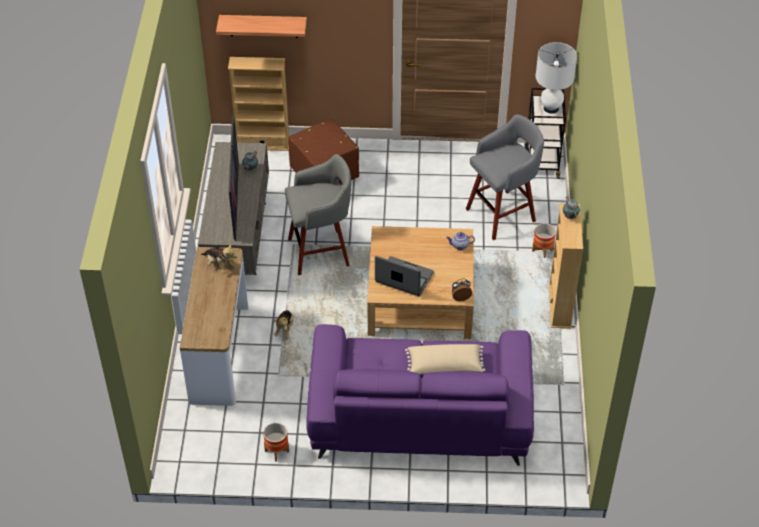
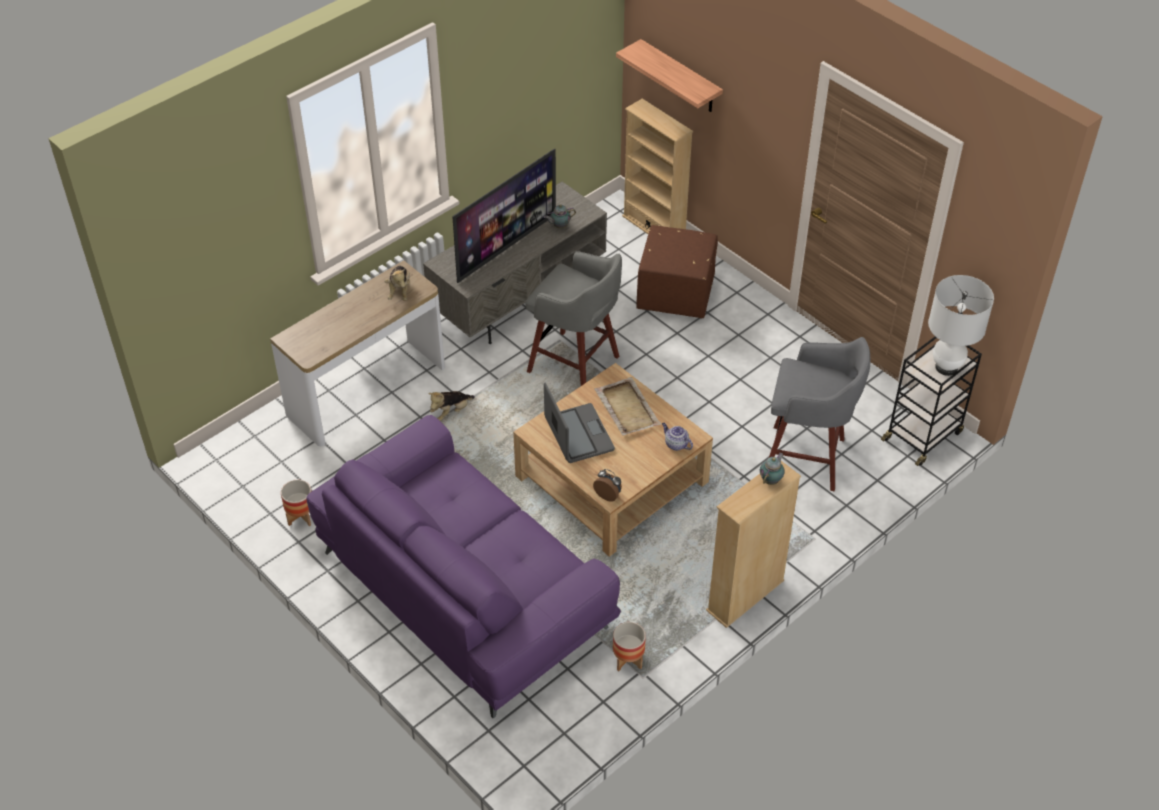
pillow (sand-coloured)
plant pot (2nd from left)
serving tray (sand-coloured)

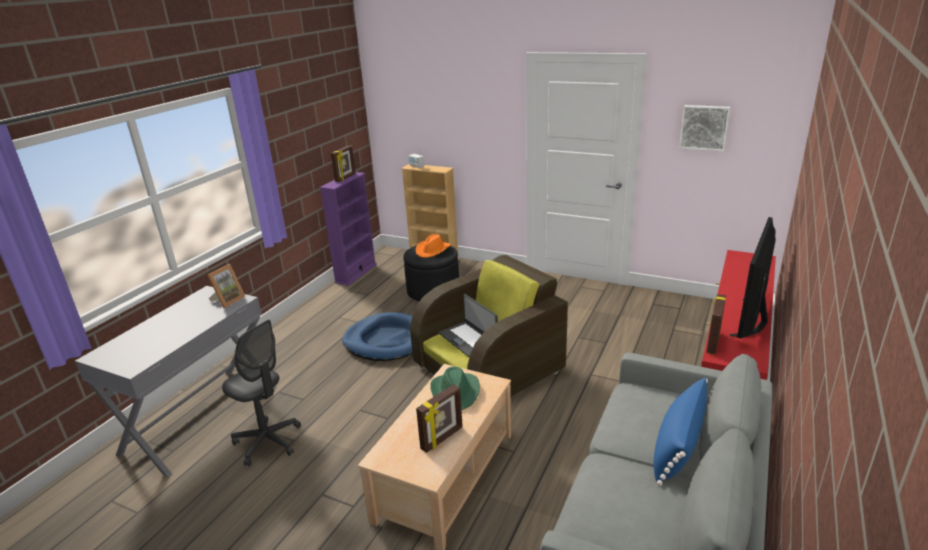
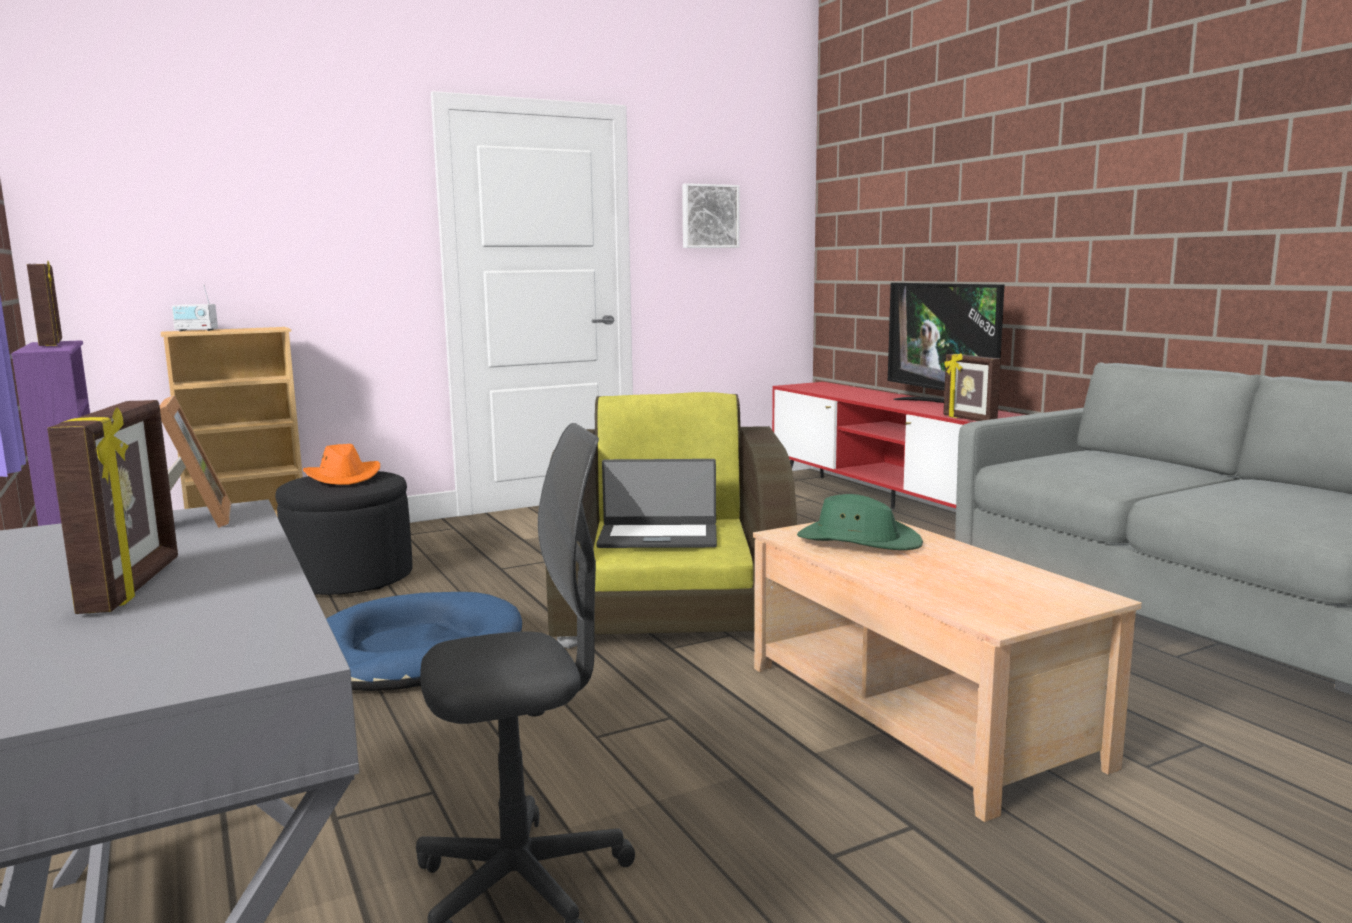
standing frame (2nd from left)
pillow (blue-coloured)

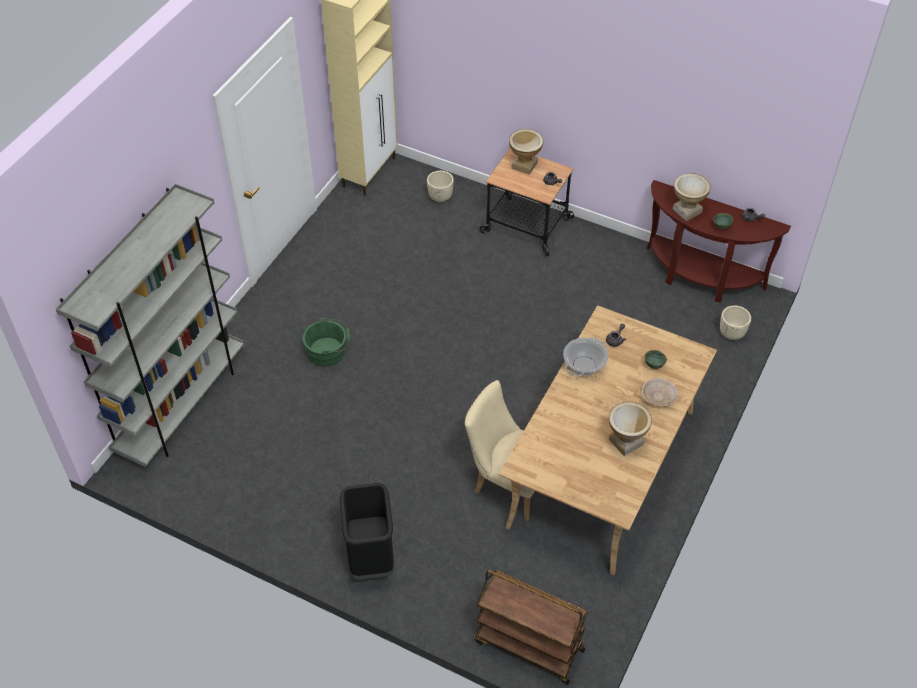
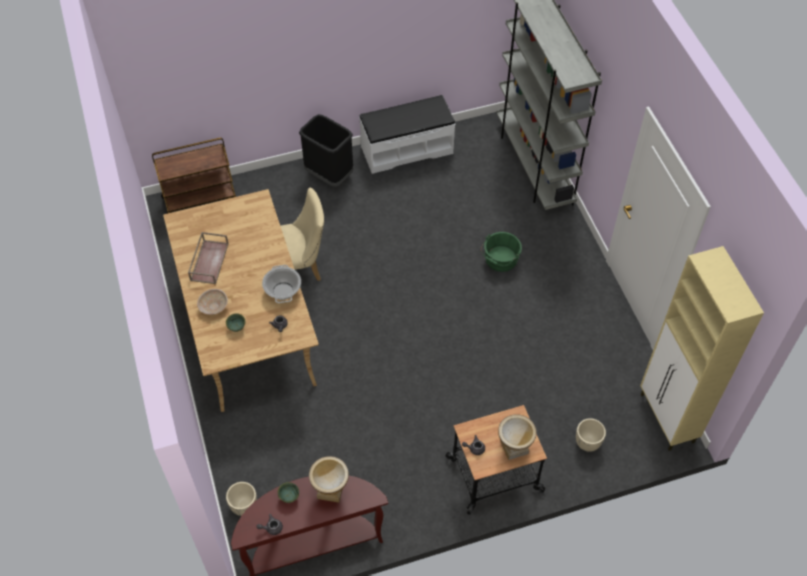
serving tray (brown-coloured)
long seat (whitish)

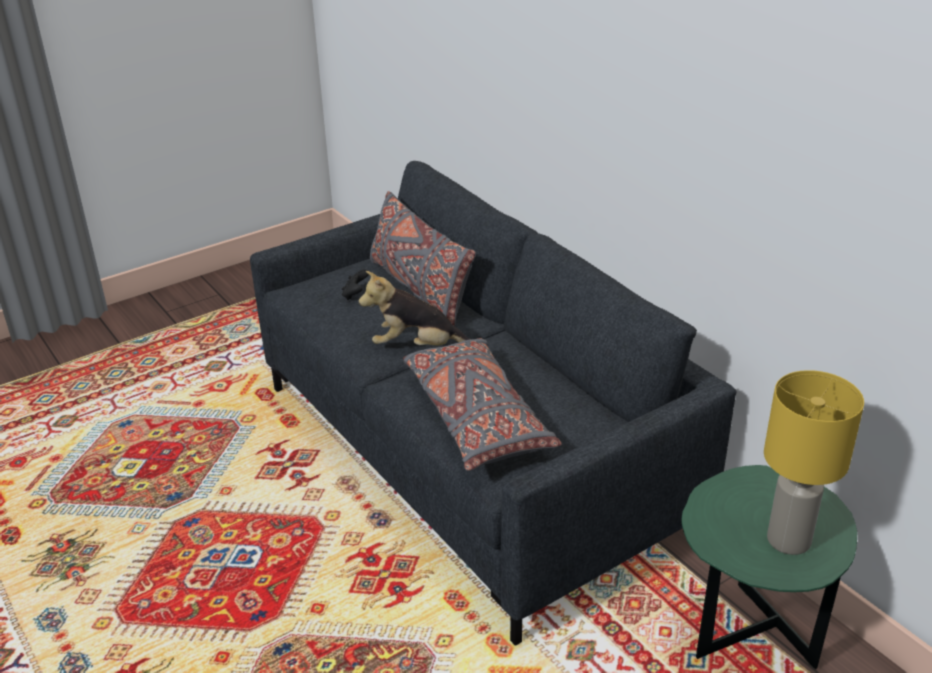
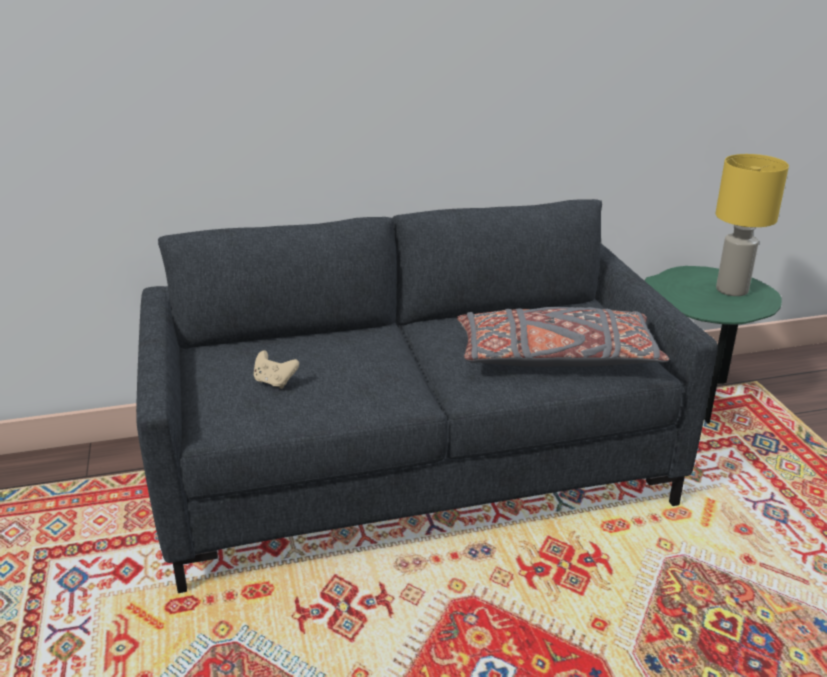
gamepad (sand-coloured)
soft toy
pillow (gray) (1st from left in the first image)

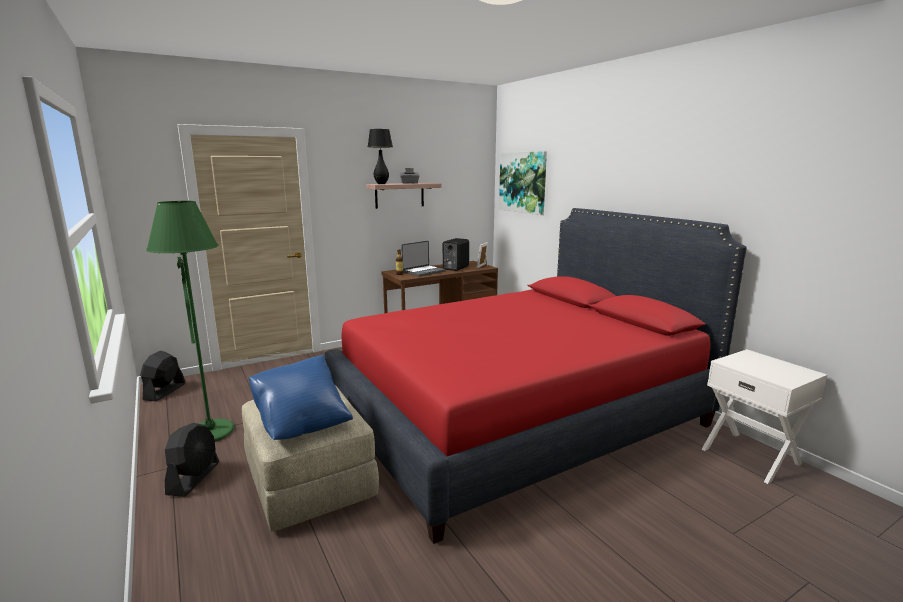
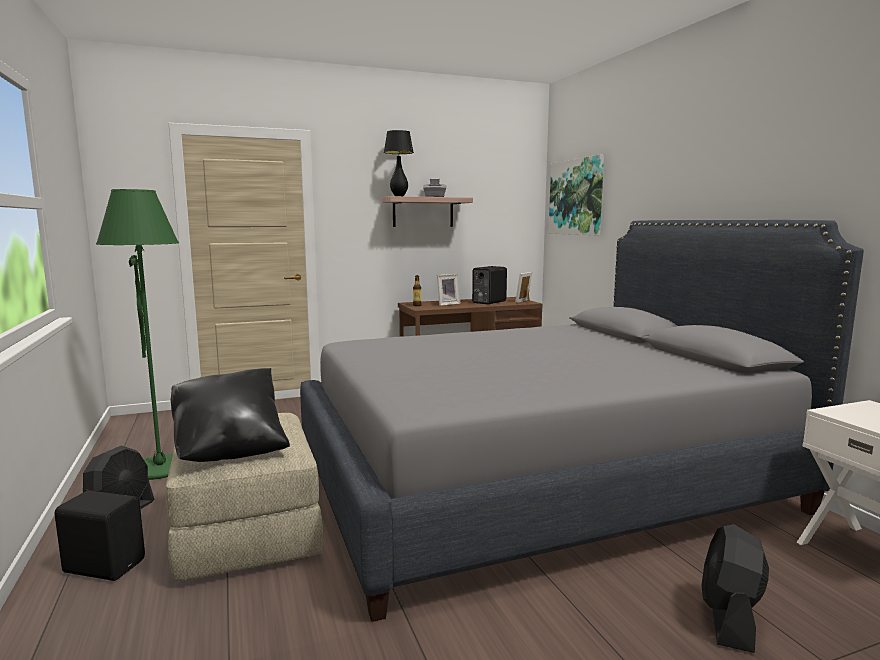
electric fan (blackish) (2nd from left)
pillow (blackish)
bedroom bed (gray)
standing frame (1st from left)
audio speaker (blackish) (1st from left)

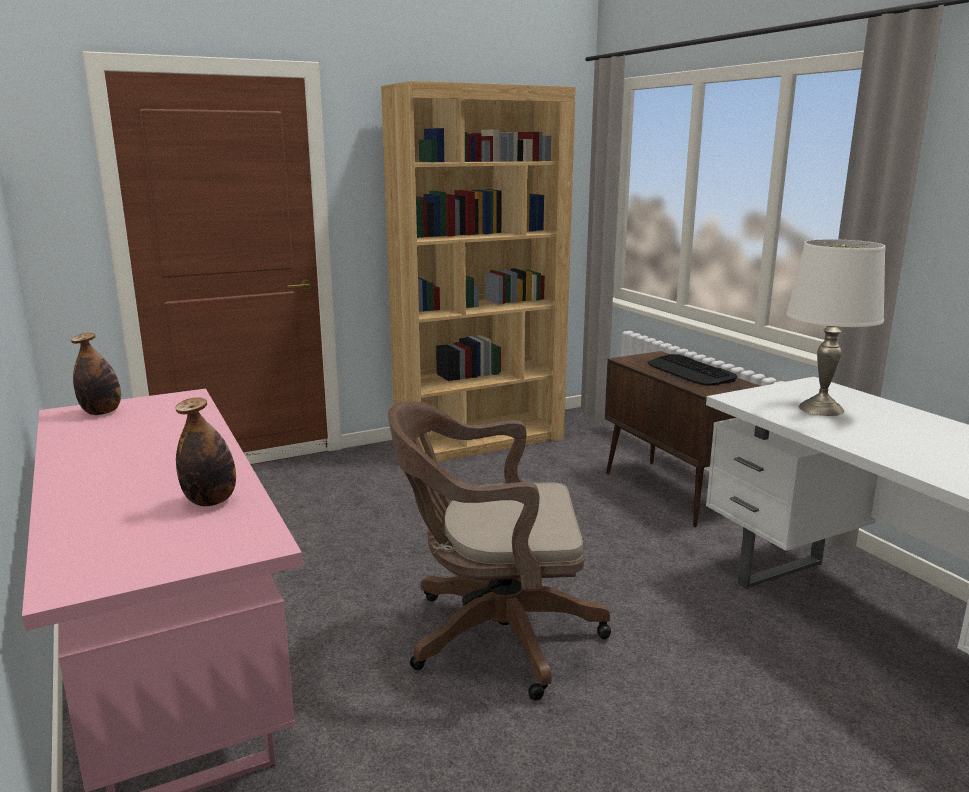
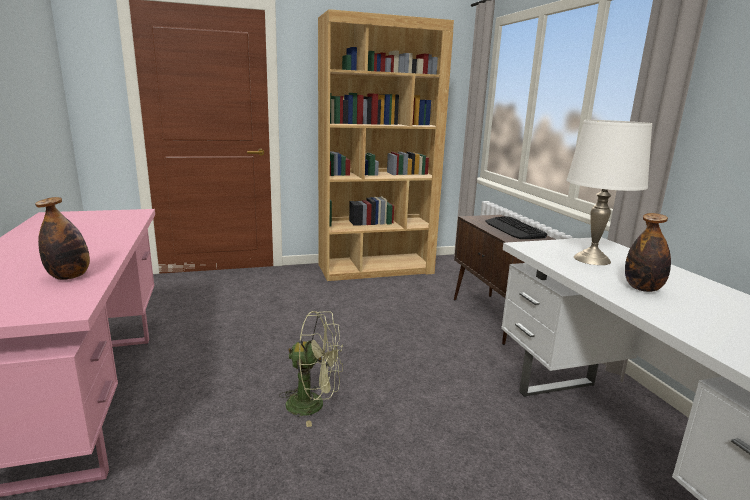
beverage bottle (2nd from left)
electric fan (green)

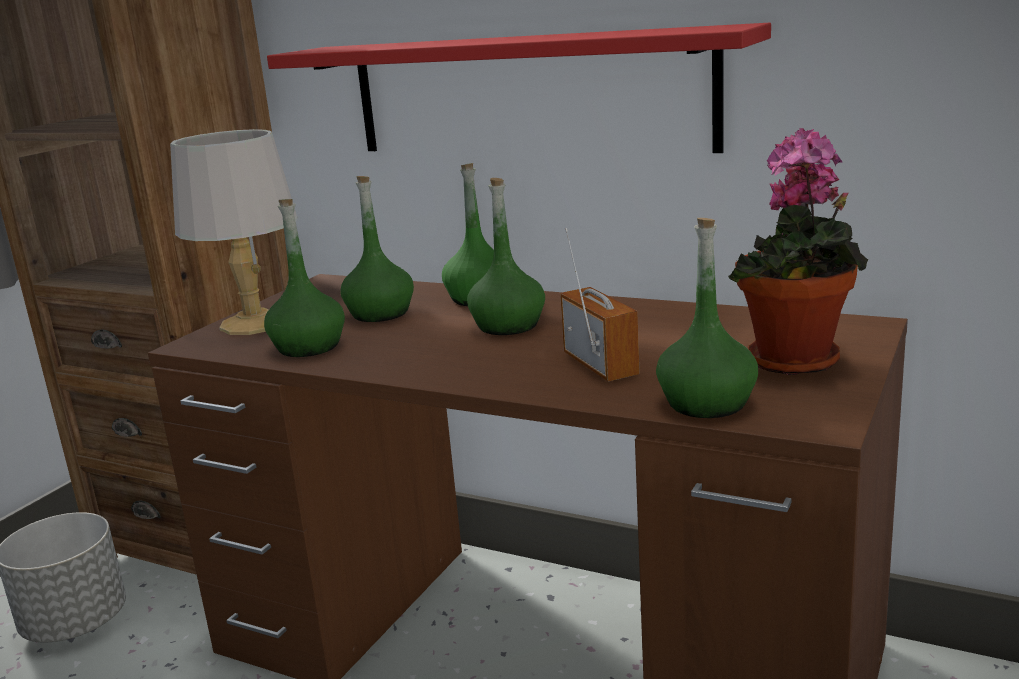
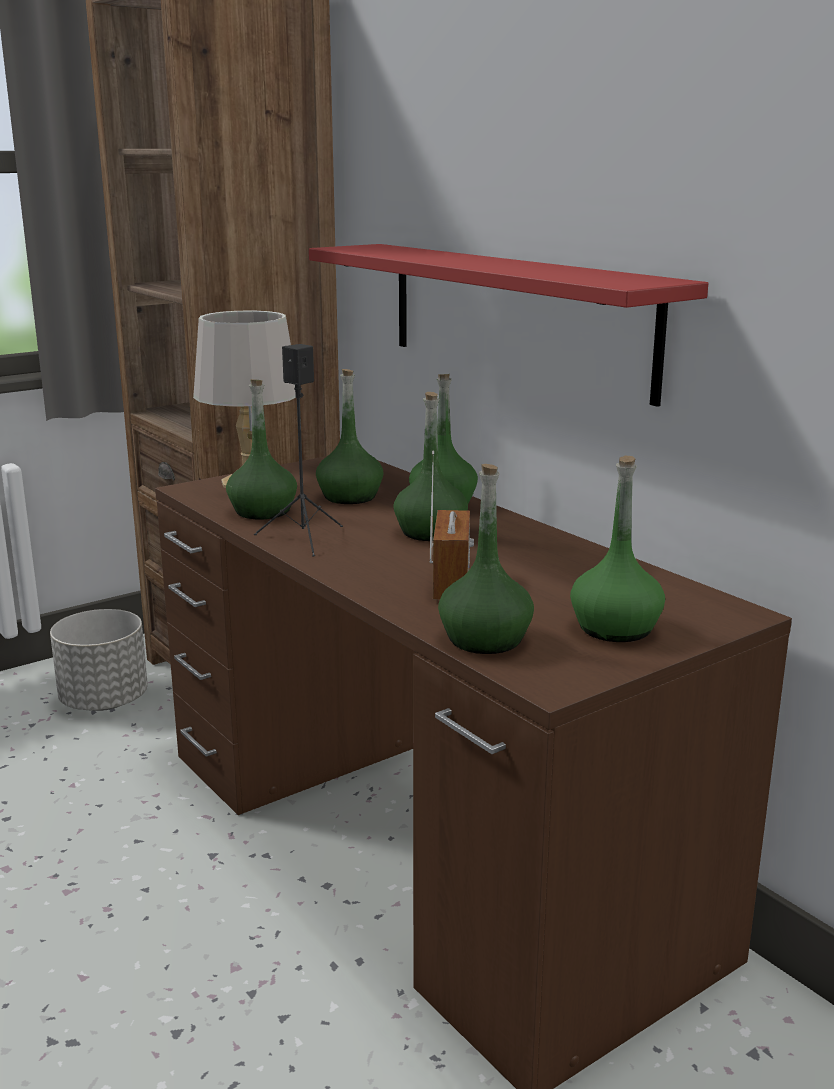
beverage bottle (green) (6th from left)
audio speaker (blackish)

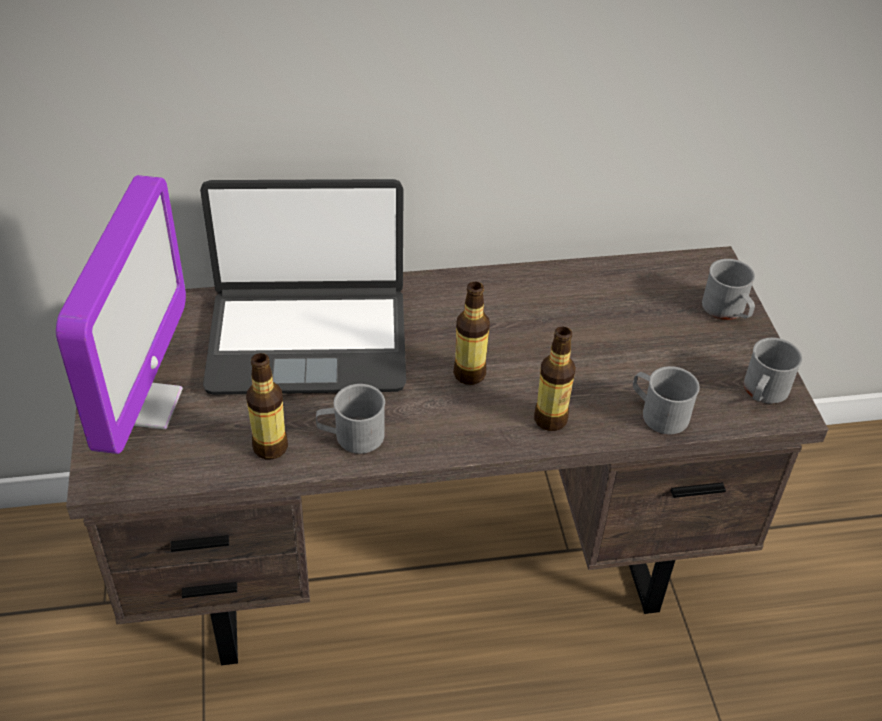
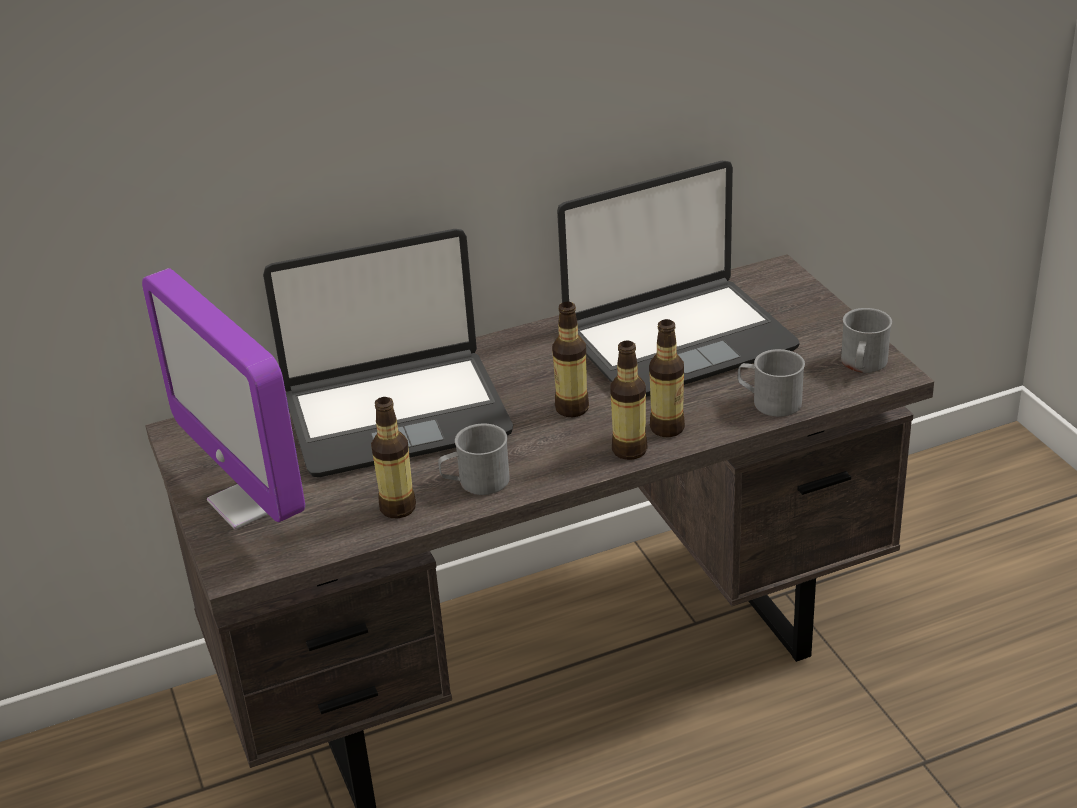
computer display
tea mug (gray) (3rd from left in the first image)
notebook computer (2nd from left)
beverage bottle (3rd from left)

